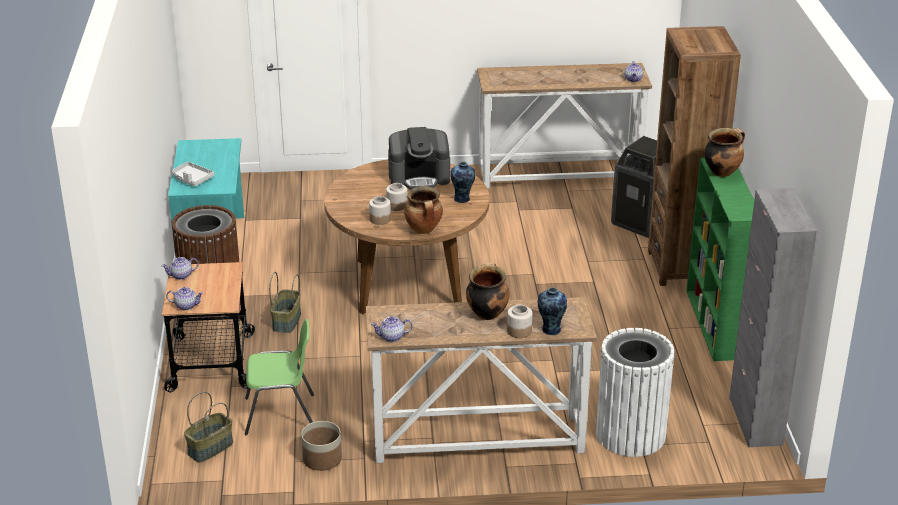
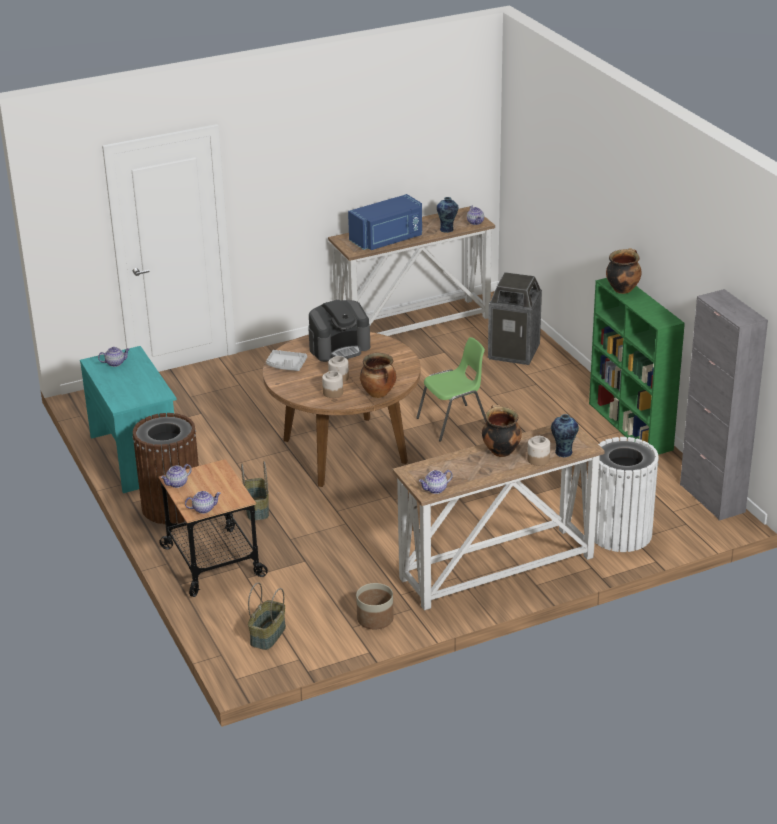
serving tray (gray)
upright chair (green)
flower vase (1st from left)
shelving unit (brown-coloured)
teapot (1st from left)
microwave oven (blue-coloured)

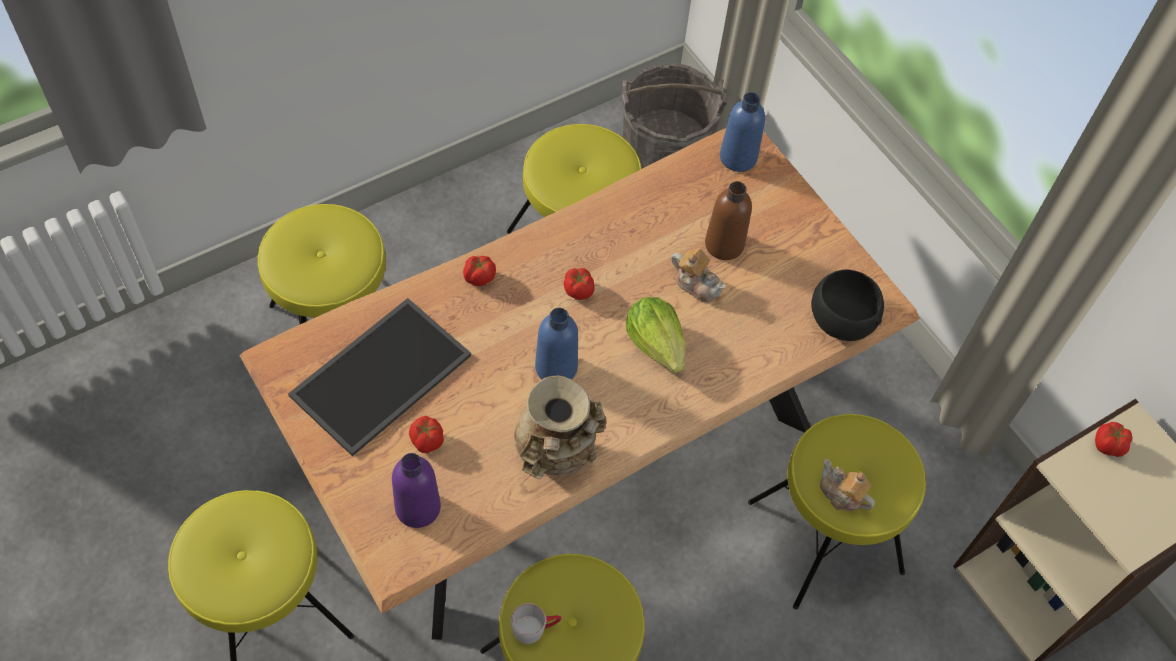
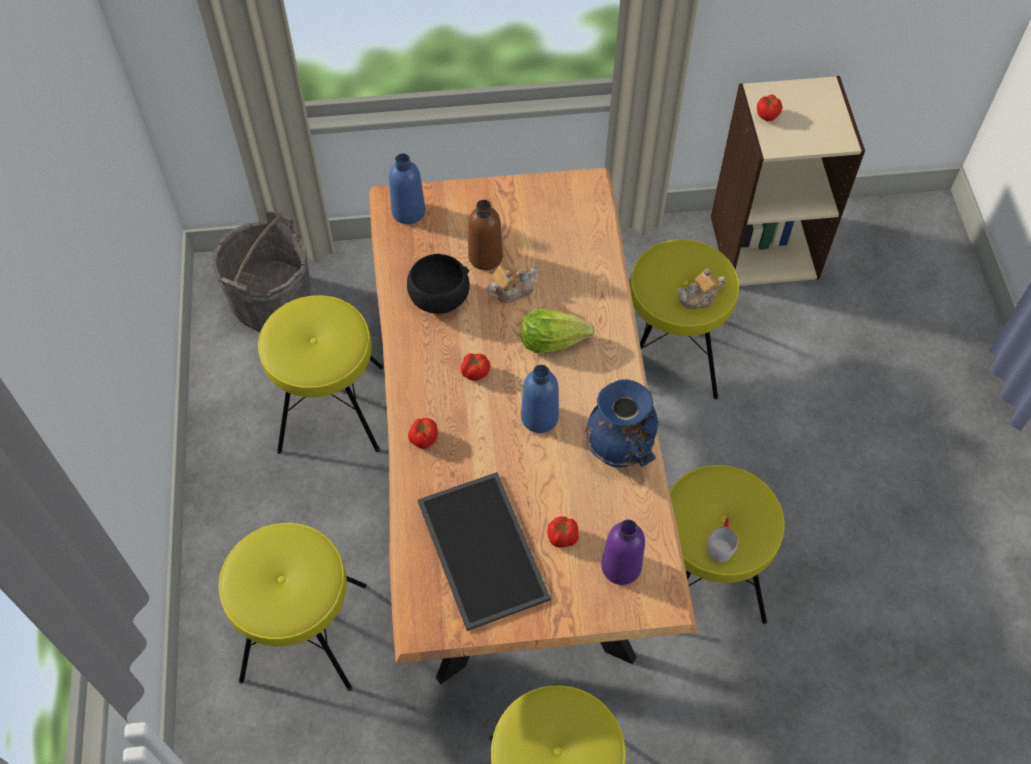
flower vase (blue-coloured)
deep dish (blackish)

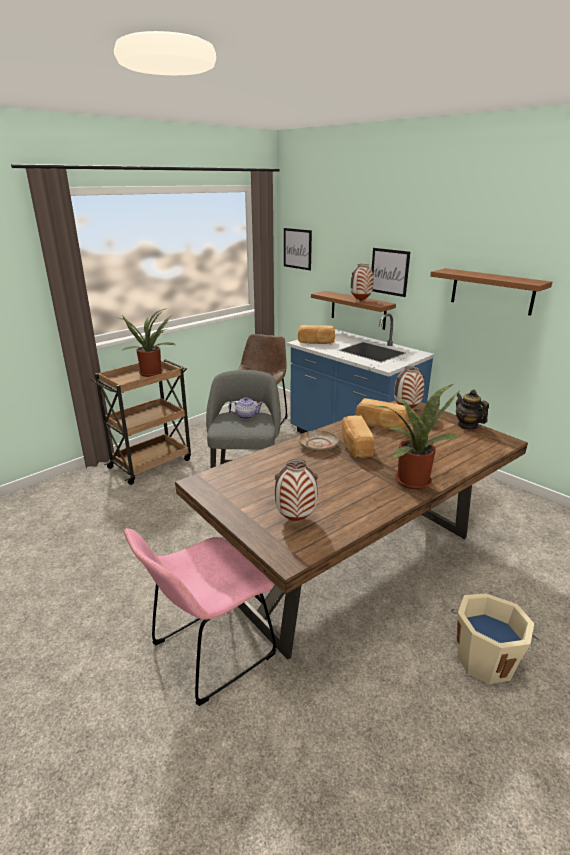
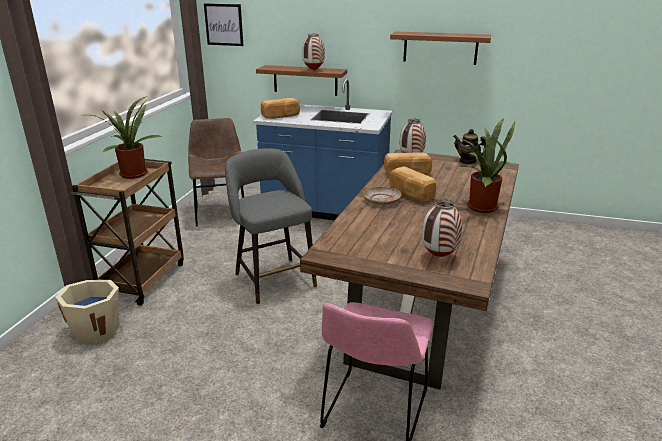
teapot (1st from left in the first image)
wall art (2nd from left in the first image)
bucket (sand-coloured)

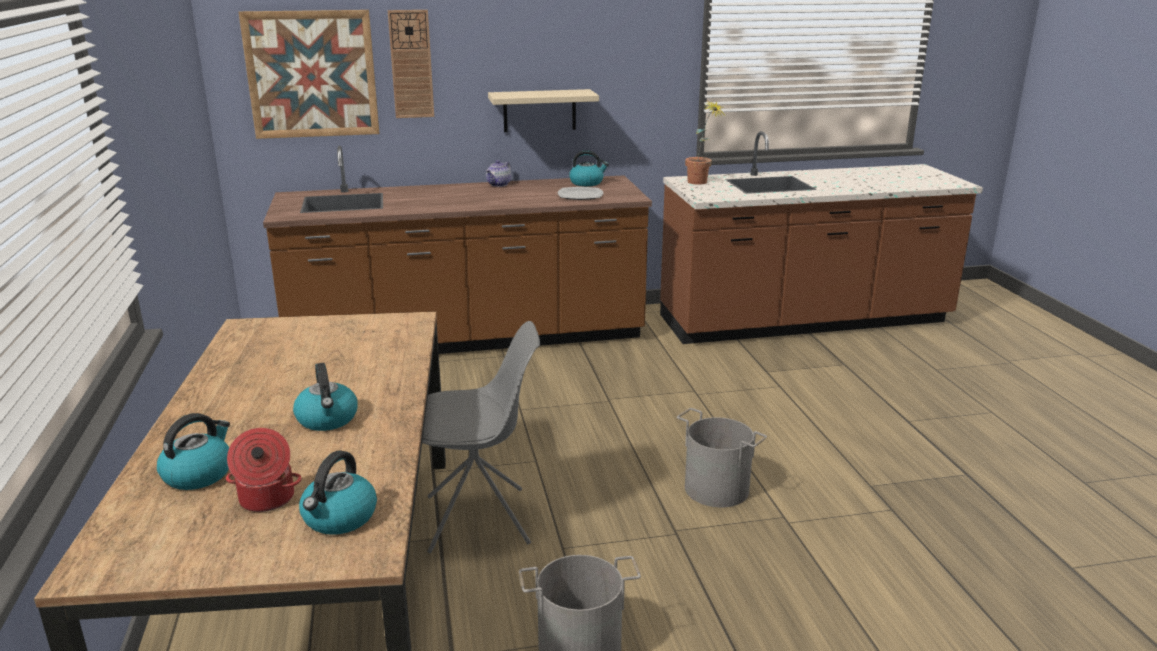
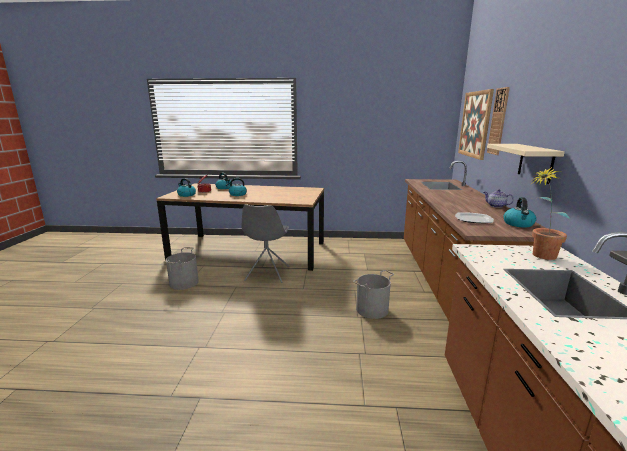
bucket (gray) (2nd from left)

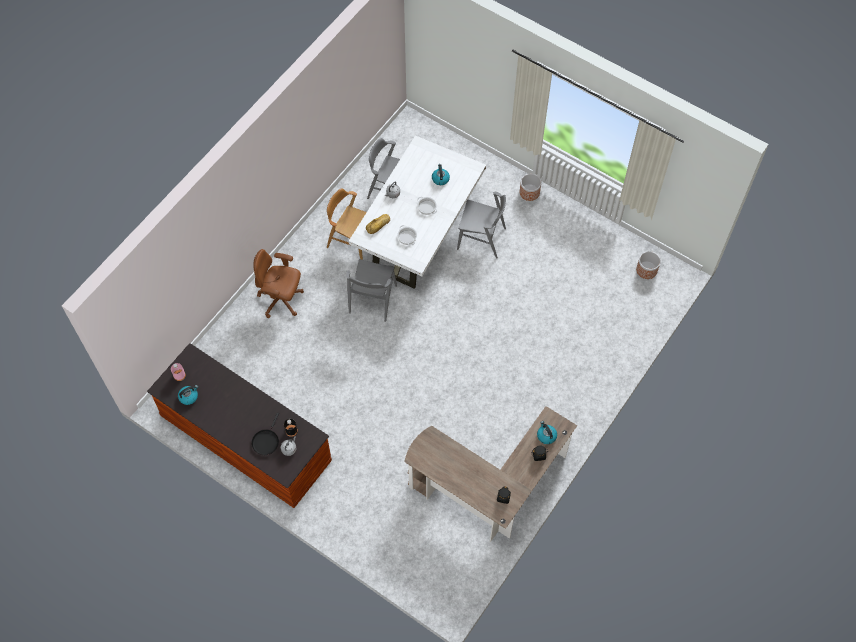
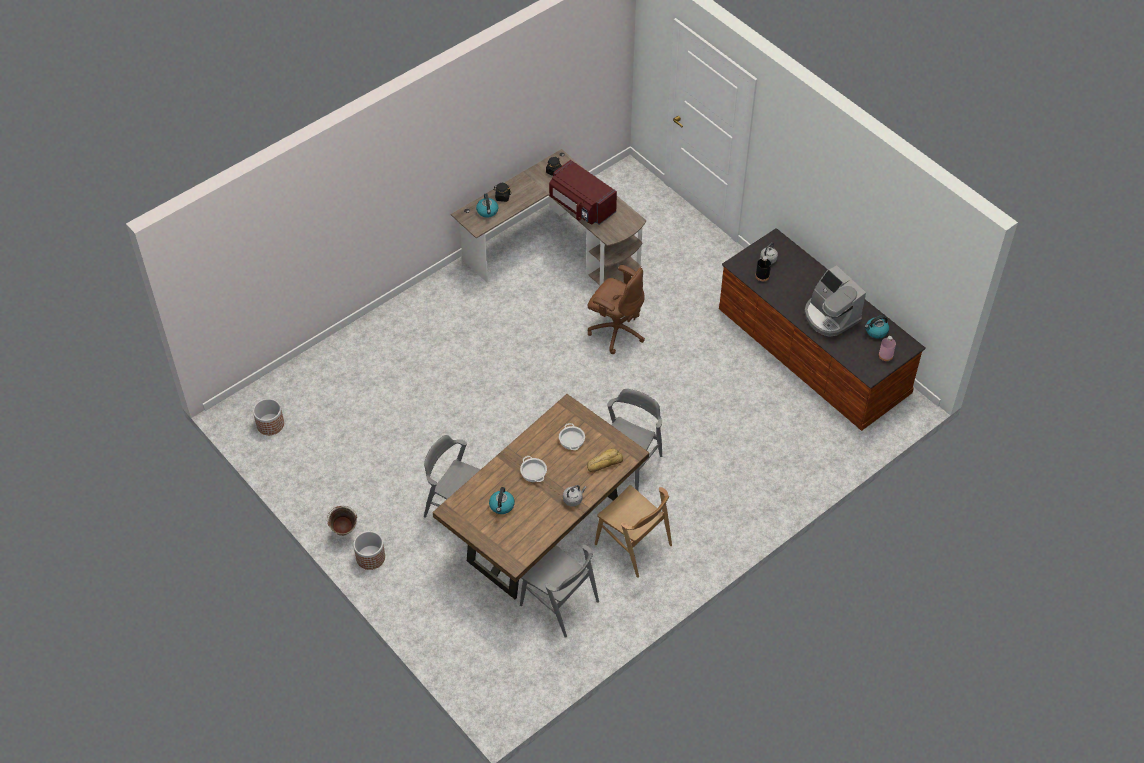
frying pan (blackish)
desk chair (brown-coloured)
dinner table (brown-coloured)
bucket (green)
microwave oven (red)
coffee maker

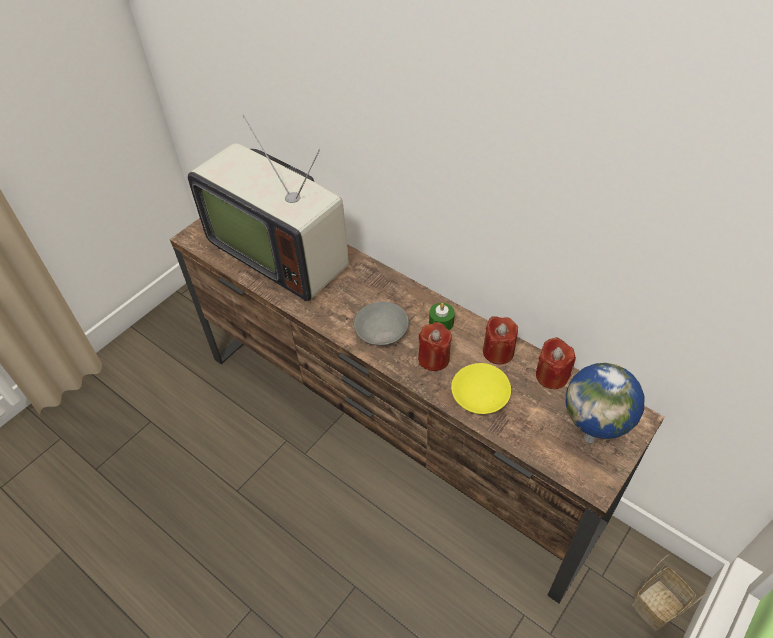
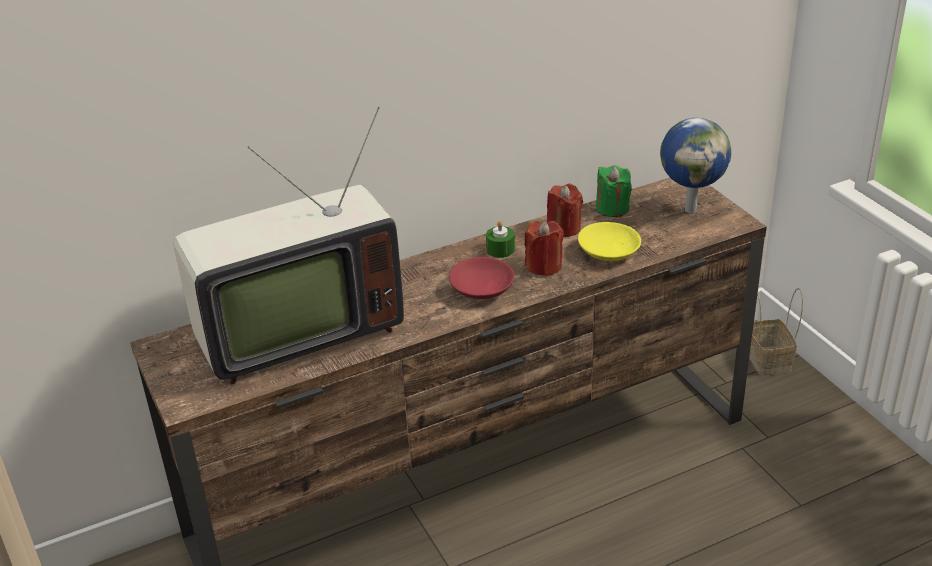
deep dish (red)
wax light (green) (2nd from left)

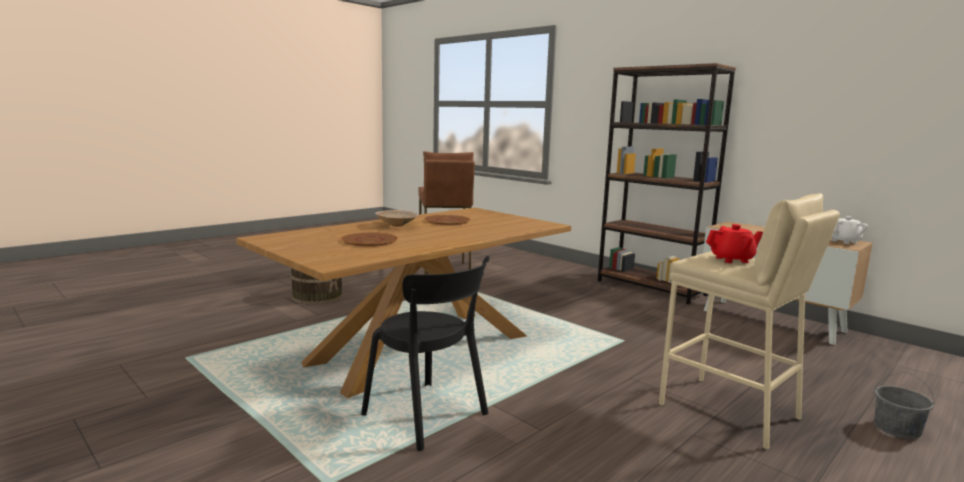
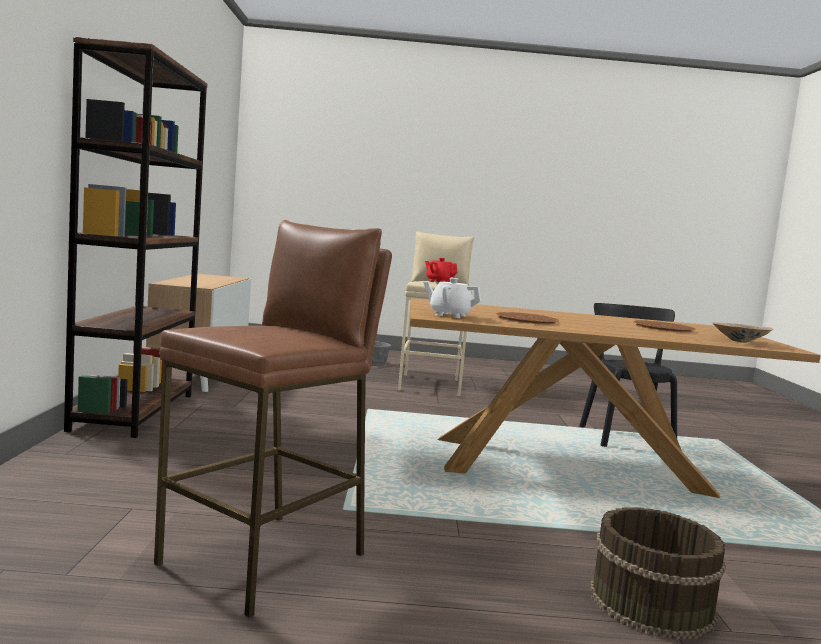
deep dish (sand-coloured)
teapot (whitish)

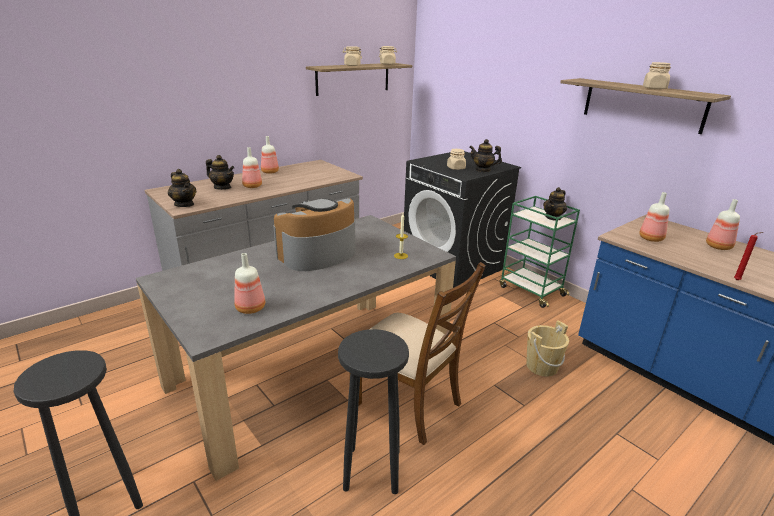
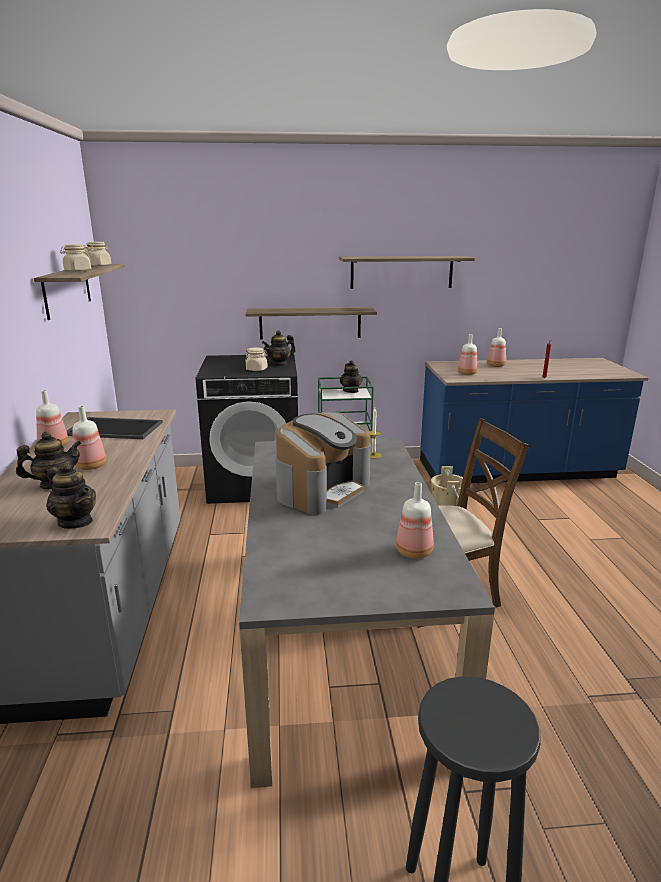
teapot (2nd from left)
coffee maker
sitting stool (blackish) (2nd from left in the first image)
jar (sand-coloured) (4th from left in the first image)
serving tray
shelf (2nd from left)

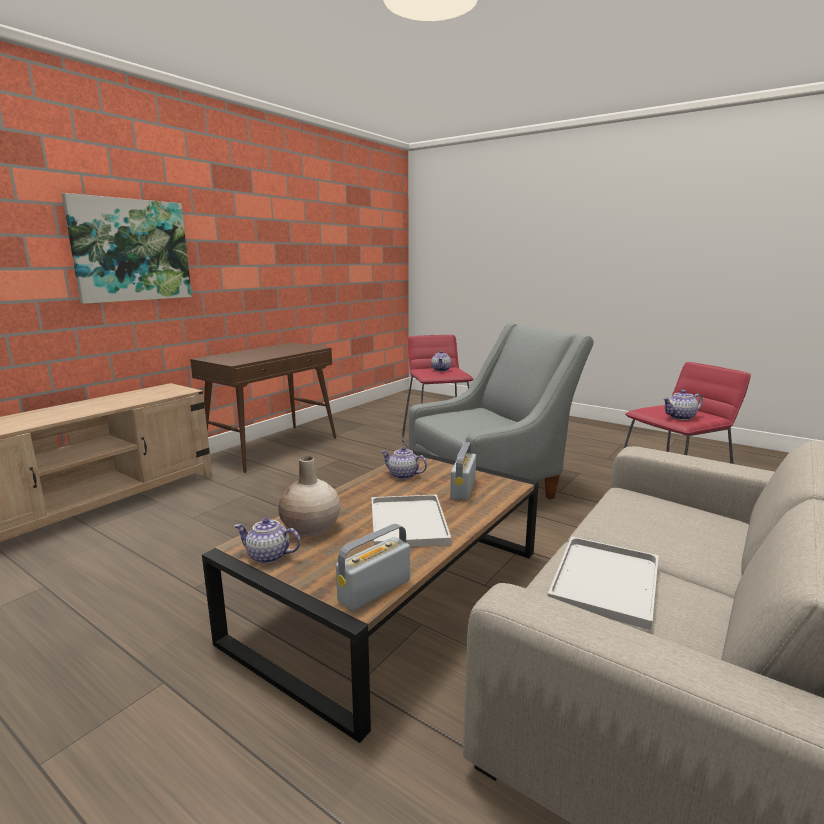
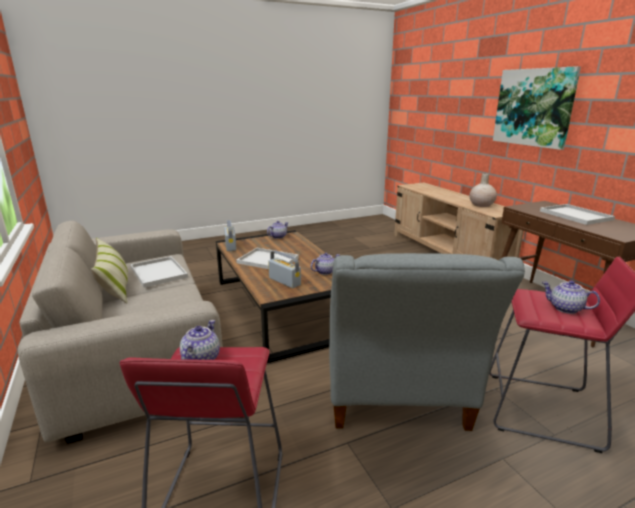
flower vase (sand-coloured)
pillow
serving tray (whitish) (3rd from left)

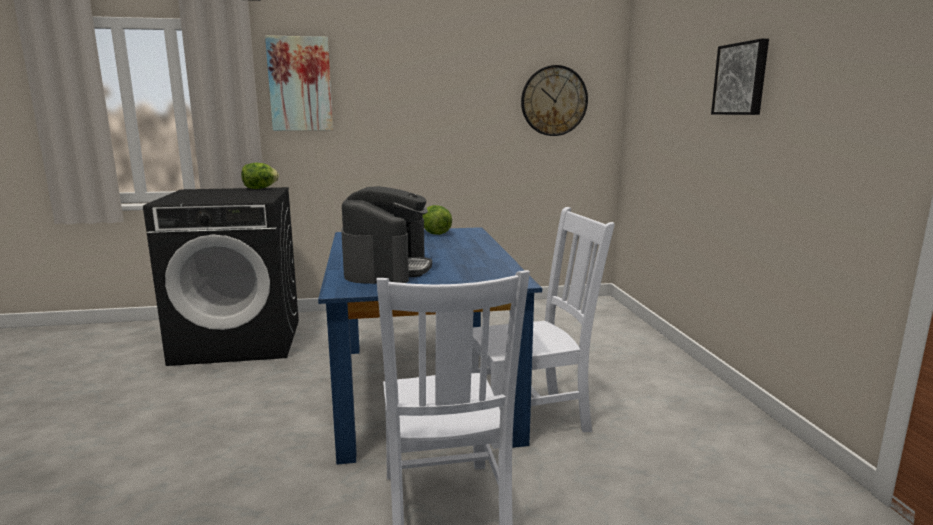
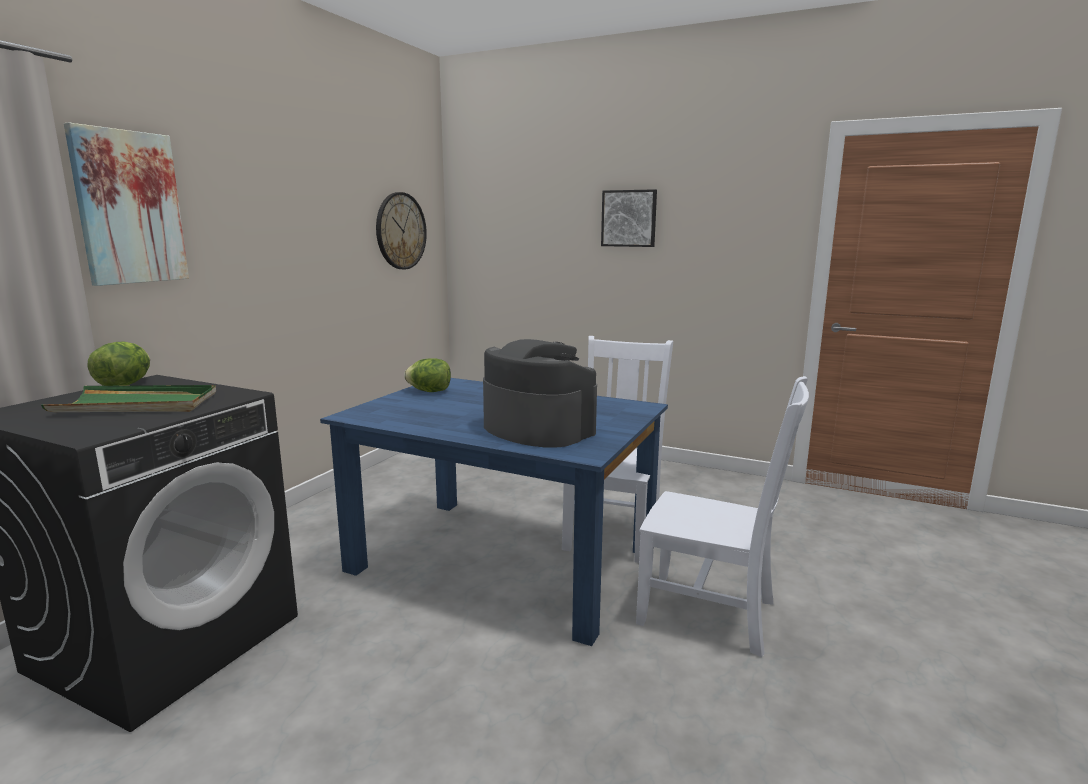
serving tray (green)

